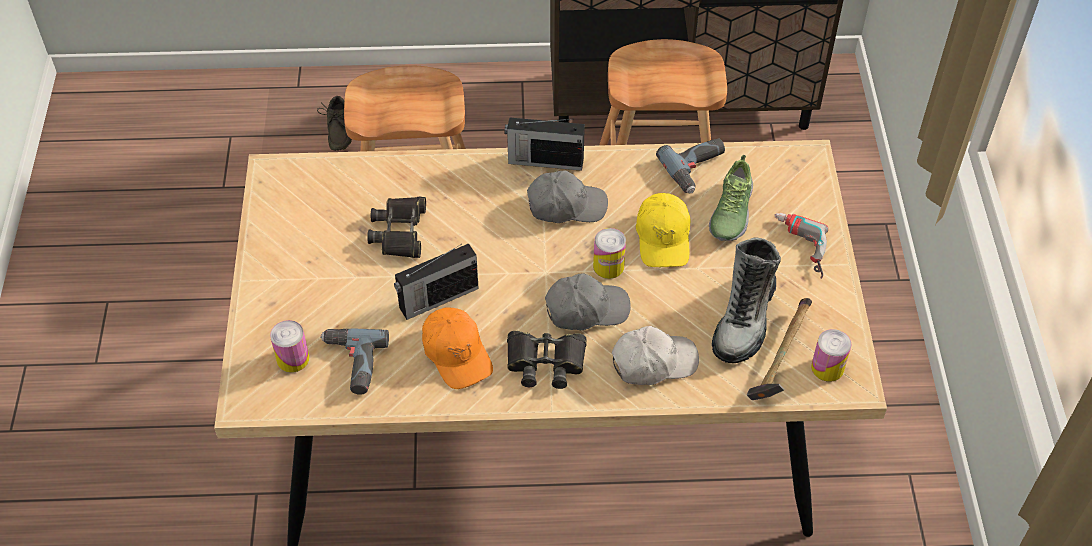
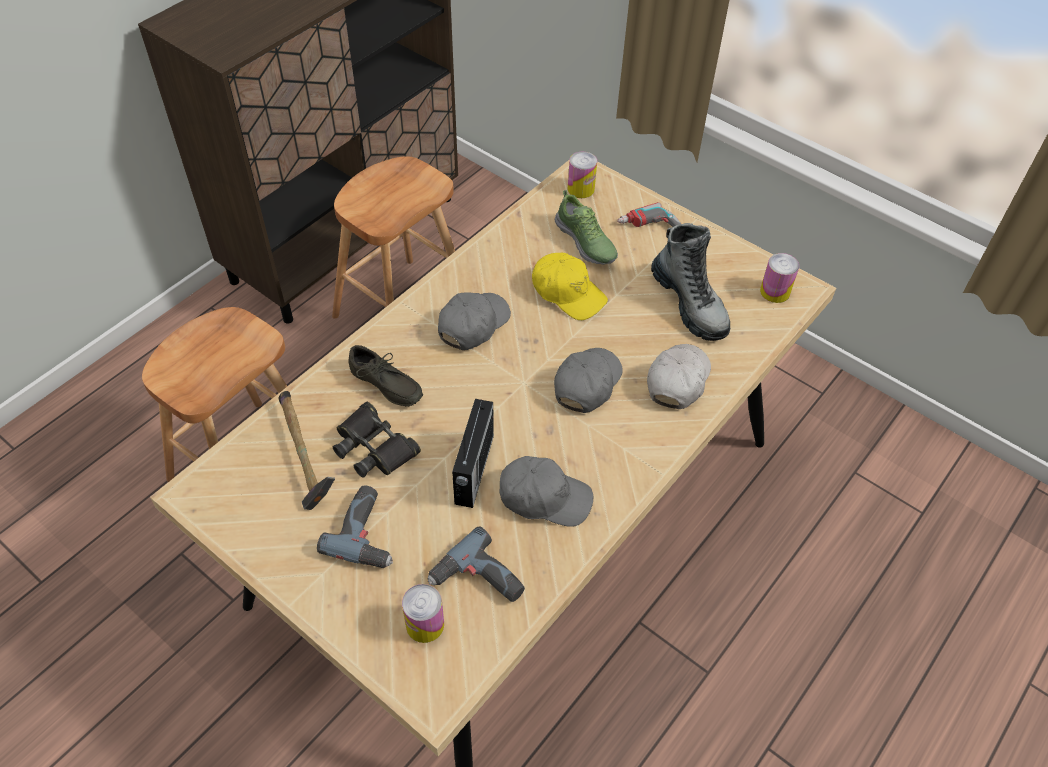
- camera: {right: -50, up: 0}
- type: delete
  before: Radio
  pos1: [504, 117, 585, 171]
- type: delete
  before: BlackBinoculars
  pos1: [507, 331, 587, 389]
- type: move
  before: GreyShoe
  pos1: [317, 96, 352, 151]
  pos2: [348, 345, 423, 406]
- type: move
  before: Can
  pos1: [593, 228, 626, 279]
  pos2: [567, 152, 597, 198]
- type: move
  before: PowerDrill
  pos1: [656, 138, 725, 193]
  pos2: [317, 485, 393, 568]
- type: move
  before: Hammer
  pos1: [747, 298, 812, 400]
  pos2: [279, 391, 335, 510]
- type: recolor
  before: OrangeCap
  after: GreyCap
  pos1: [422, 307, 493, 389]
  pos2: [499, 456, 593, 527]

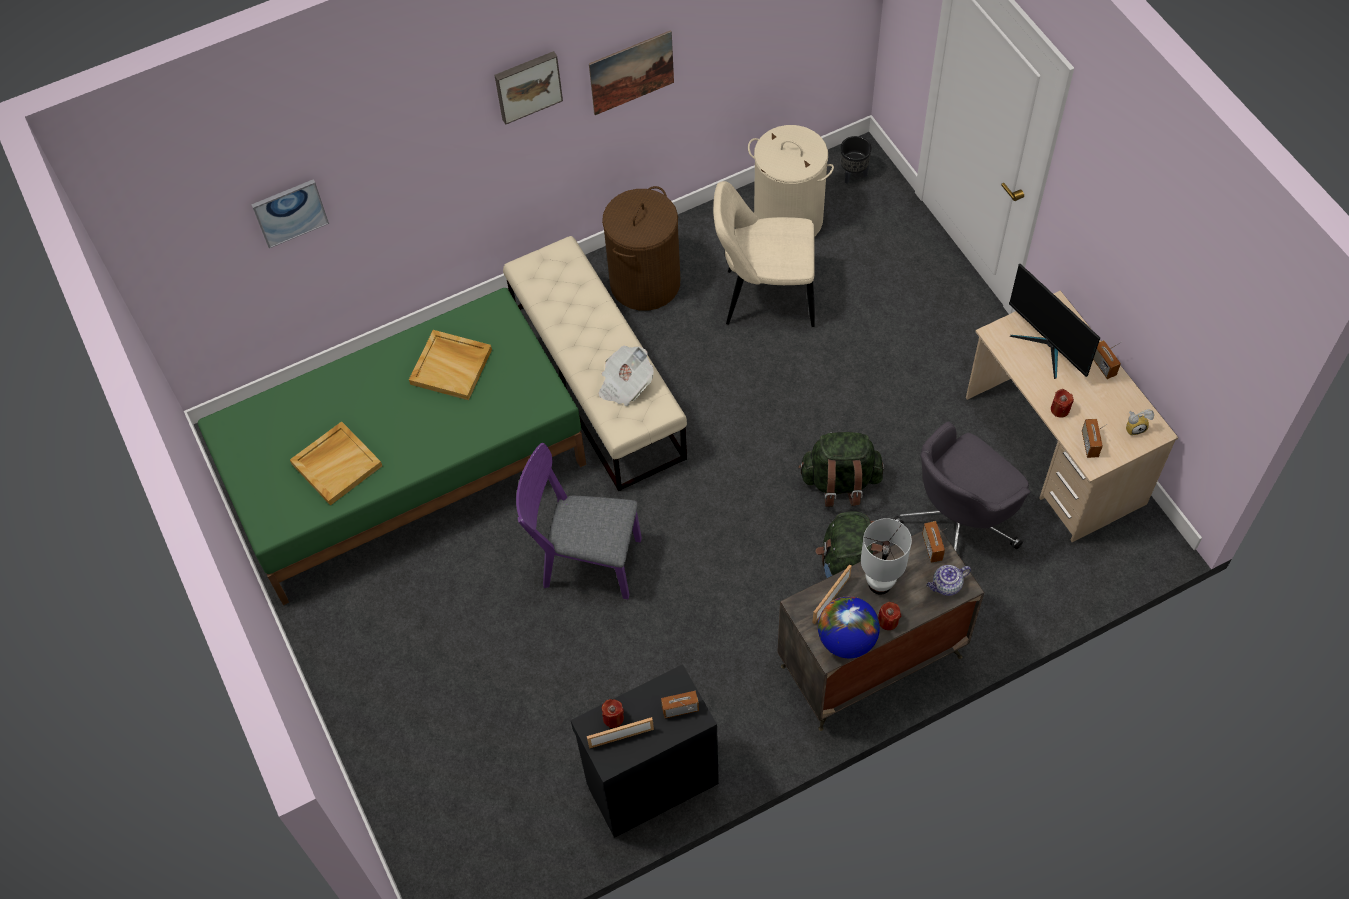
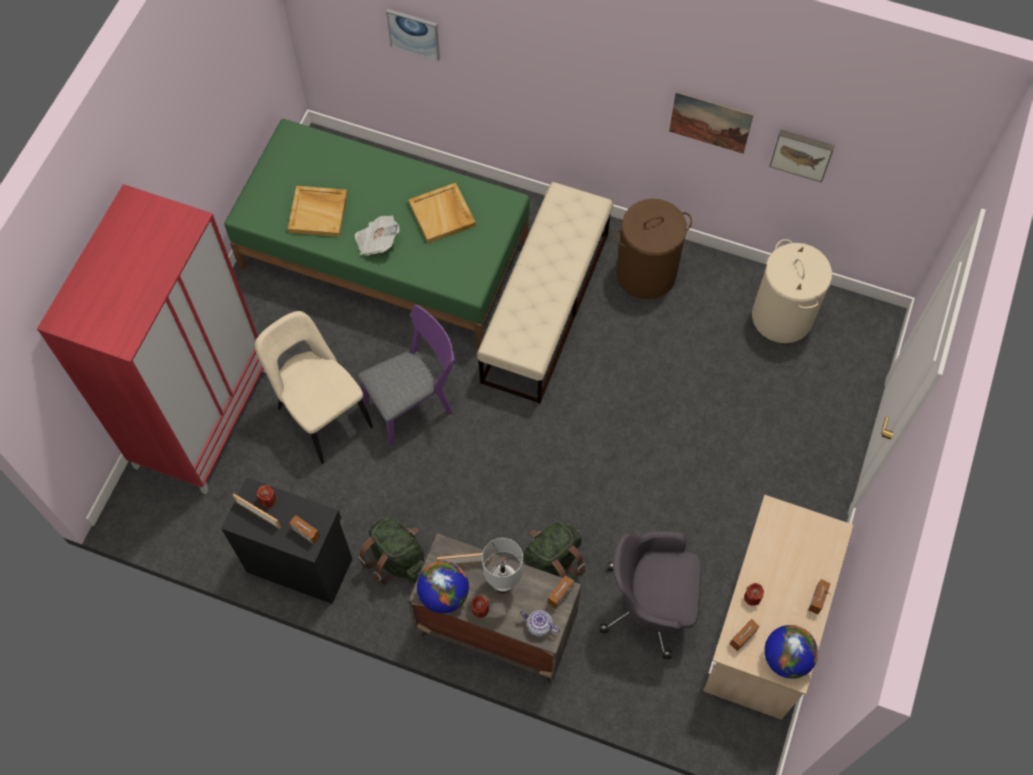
- camera: {right: 45, up: 5}
- type: delete
  before: BlackPlanter
  pos1: [840, 136, 872, 184]
- type: delete
  before: Monitor
  pos1: [1009, 264, 1100, 379]
- type: insert
  after: RedWardrobe
  pos2: [37, 184, 266, 494]
- type: move
  before: Picture
  pos1: [495, 51, 563, 125]
  pos2: [769, 130, 835, 183]
- type: move
  before: Newspaper
  pos1: [598, 346, 654, 406]
  pos2: [355, 215, 399, 255]
- type: move
  before: BeigeChair
  pos1: [713, 181, 815, 327]
  pos2: [255, 311, 373, 464]
- type: move
  before: GreenBackpack
  pos1: [798, 432, 884, 507]
  pos2: [358, 517, 424, 584]
- type: replace
  before: AlarmClock
  after: Globe
  pos1: [1126, 409, 1154, 436]
  pos2: [764, 625, 818, 679]
- type: rotate
  before: PurpleChair
  pos1: [516, 443, 642, 599]
  pos2: [358, 305, 455, 446]
  turn: 90

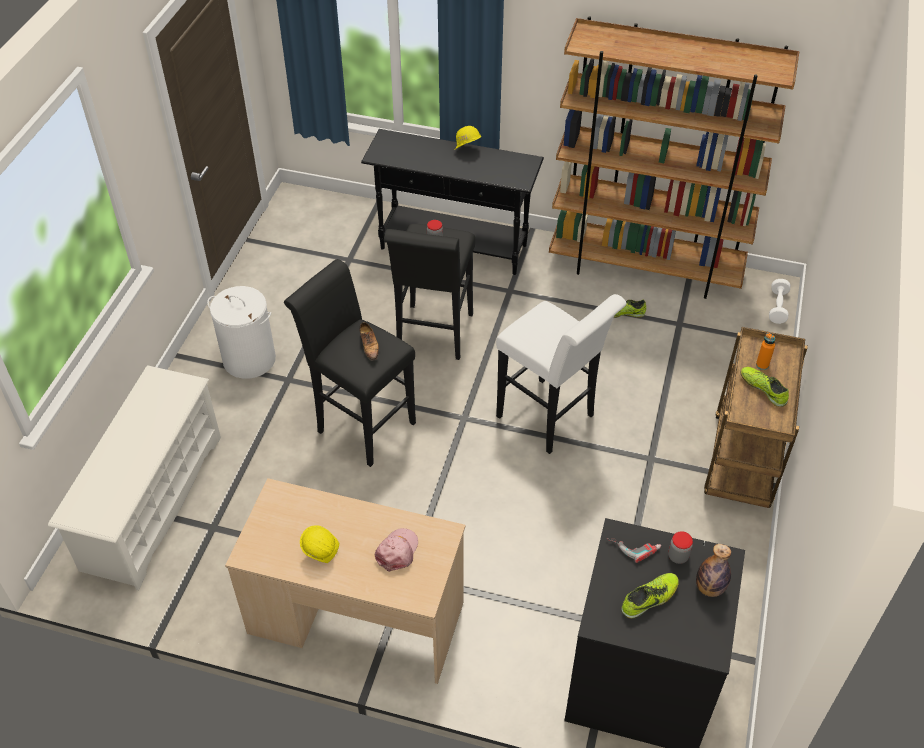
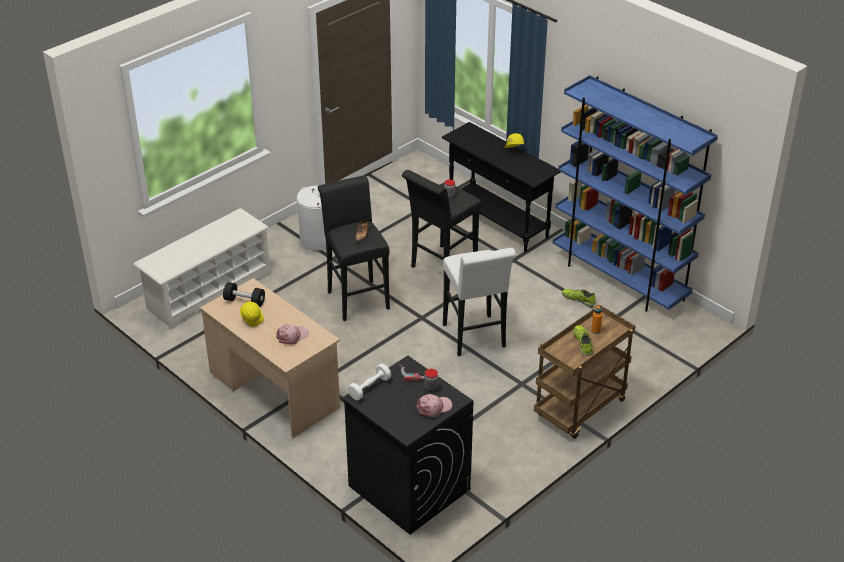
- camera: {right: 30, up: -10}
- type: delete
  before: Shoe
  pos1: [621, 573, 679, 619]
- type: insert
  after: BlackDumbbell
  pos2: [223, 282, 265, 307]
- type: move
  before: WhiteDumbbell
  pos1: [769, 279, 790, 324]
  pos2: [348, 364, 391, 400]
- type: replace
  before: Bottle
  after: PinkCap
  pos1: [696, 544, 731, 597]
  pos2: [417, 394, 452, 417]
- type: recolor
  before: BrownBookcase
  after: BlueBookcase
  pos1: [549, 16, 800, 299]
  pos2: [553, 75, 718, 312]

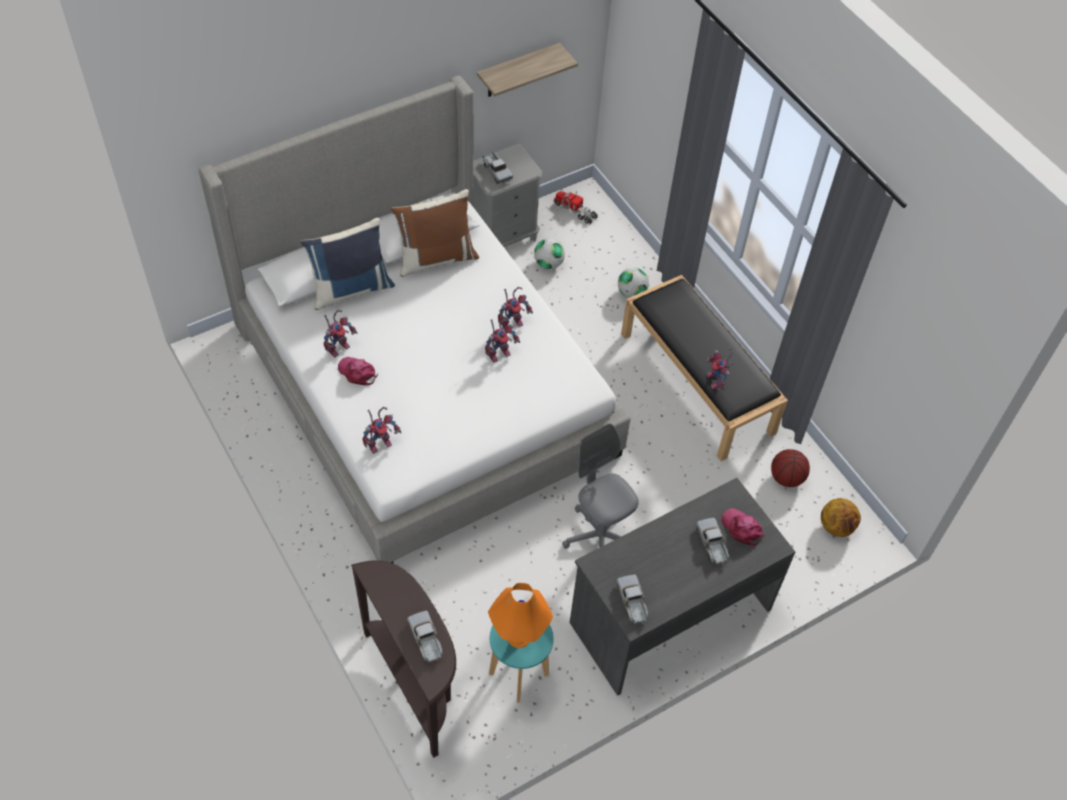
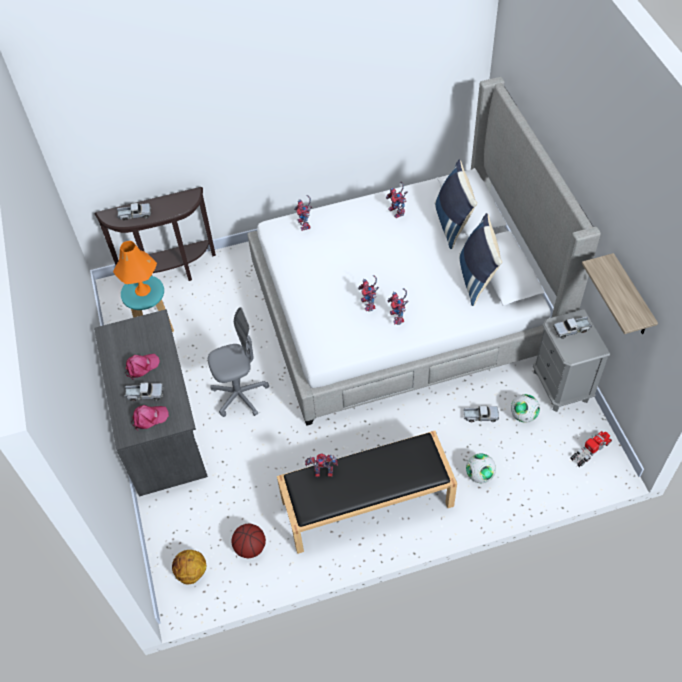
- camera: {right: 110, up: 0}
- type: move
  before: PinkCap
  pos1: [338, 357, 378, 385]
  pos2: [125, 354, 160, 380]
- type: move
  before: ToyTruck
  pos1: [616, 574, 648, 623]
  pos2: [463, 405, 499, 422]
- type: recolor
  before: BrownPillow
  after: BluePillow
  pos1: [391, 189, 479, 277]
  pos2: [459, 213, 502, 306]

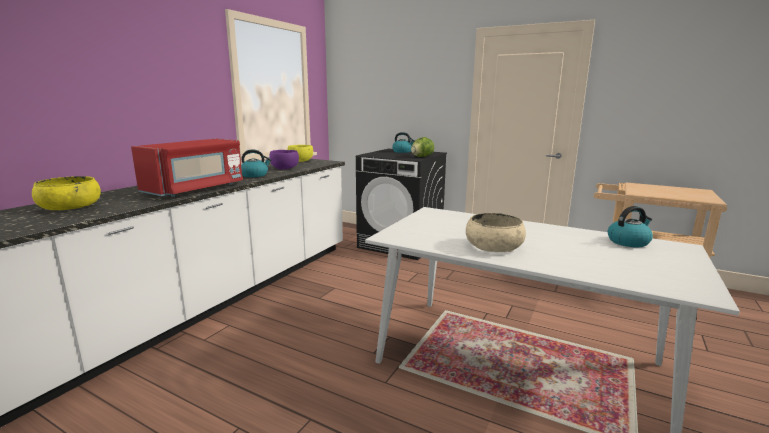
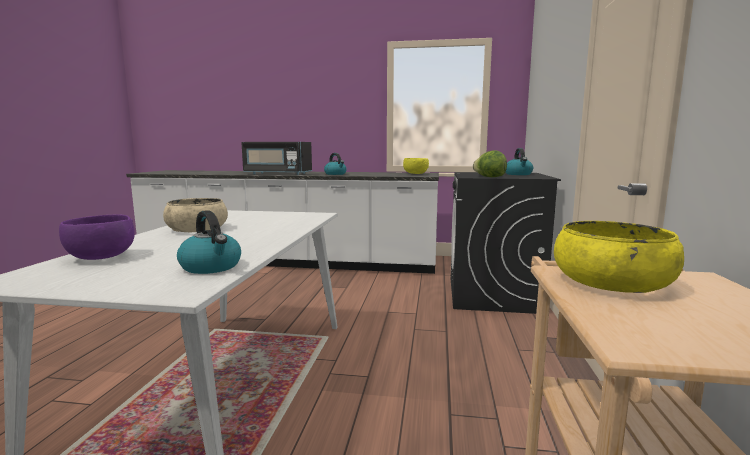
- camera: {right: 70, up: -5}
- type: move
  before: YellowBowl
  pos1: [32, 176, 101, 210]
  pos2: [554, 221, 684, 293]
- type: move
  before: PurpleBowl
  pos1: [269, 150, 299, 170]
  pos2: [59, 214, 135, 260]
- type: recolor
  before: RedMicrowave
  after: BlackMicrowave
  pos1: [131, 139, 243, 197]
  pos2: [241, 142, 312, 175]

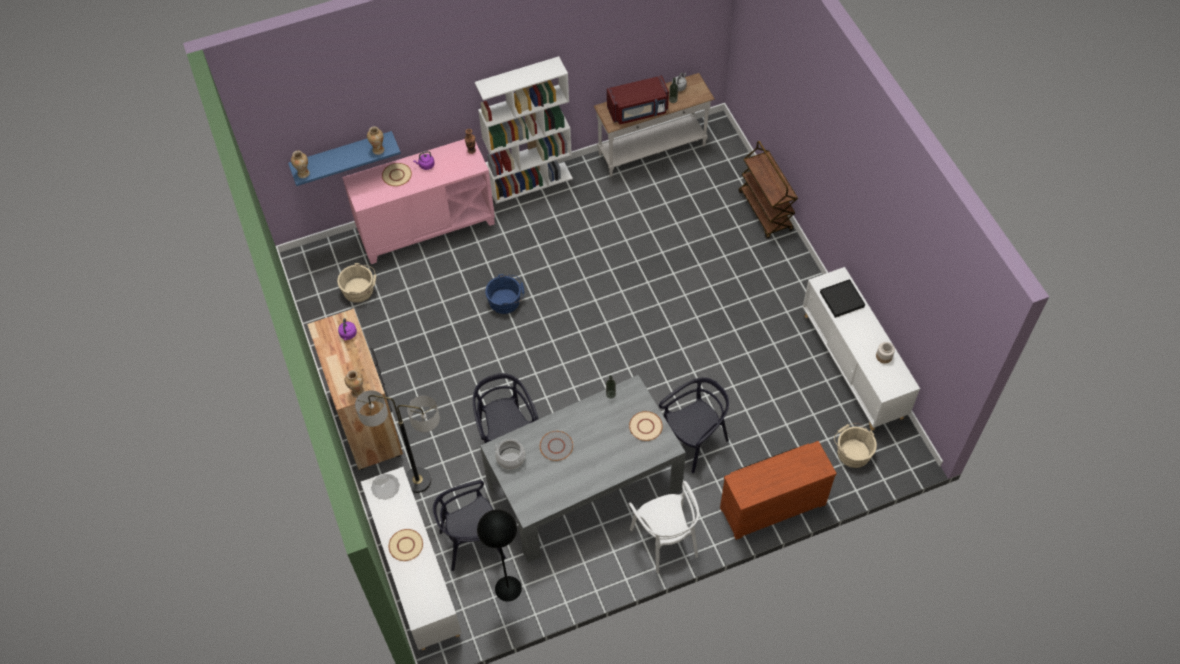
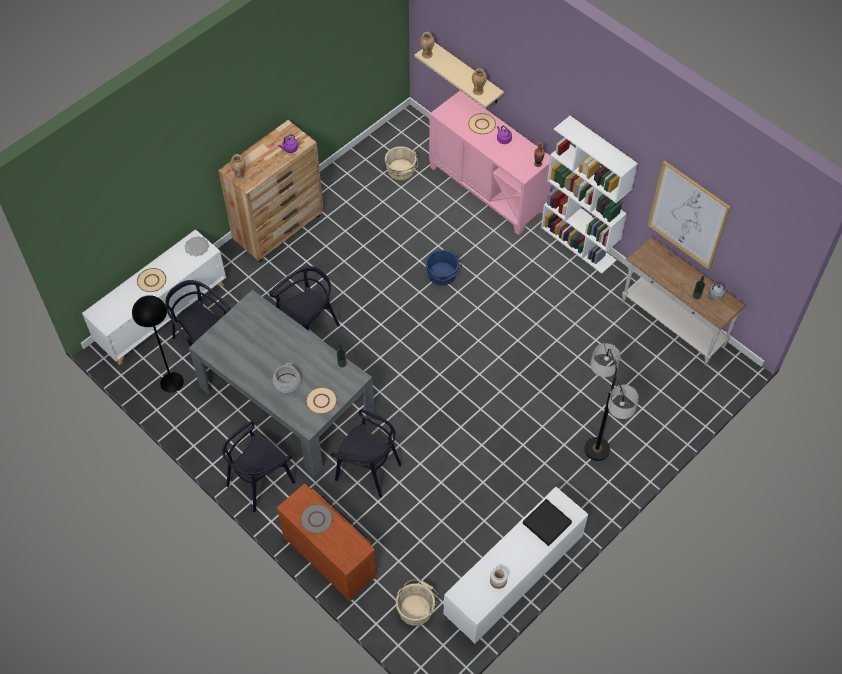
- camera: {right: 65, up: 0}
- type: delete
  before: RedMicrowave
  pos1: [607, 76, 669, 125]
- type: delete
  before: BrownCart
  pos1: [738, 141, 798, 239]
- type: insert
  after: Picture
  pos2: [647, 161, 731, 270]
- type: move
  before: FloorLamp
  pos1: [355, 390, 440, 493]
  pos2: [584, 343, 639, 461]
- type: move
  before: CookingPot
  pos1: [495, 439, 525, 469]
  pos2: [273, 363, 300, 393]
- type: move
  before: GreyPlate
  pos1: [540, 431, 573, 461]
  pos2: [300, 504, 333, 534]
- type: recolor
  before: BlueShelf
  after: BeigeShelf
  pos1: [288, 131, 401, 186]
  pos2: [414, 42, 504, 108]
- type: recolor
  before: WhiteChair
  after: BlackChair
  pos1: [629, 481, 699, 574]
  pos2: [222, 421, 295, 512]

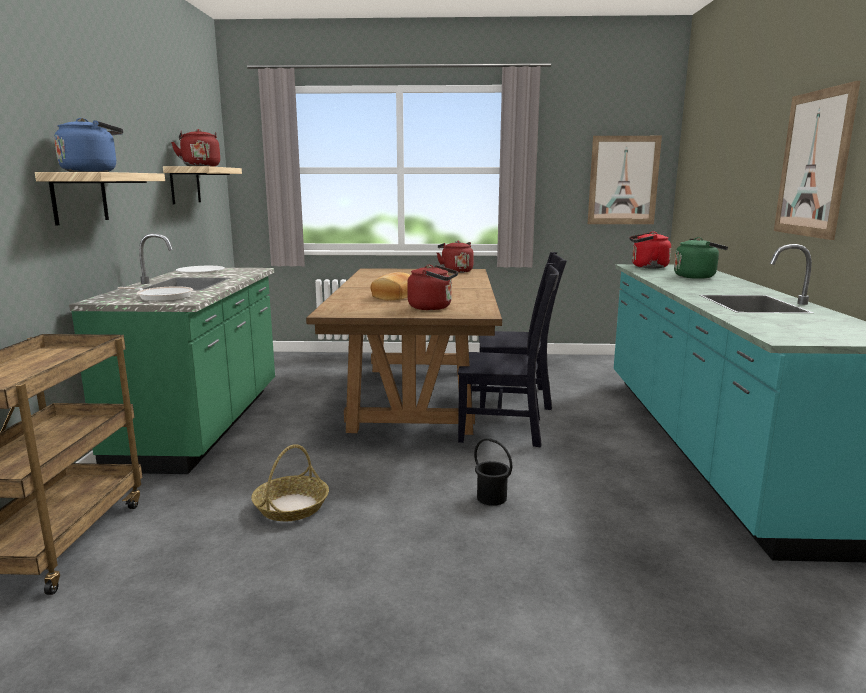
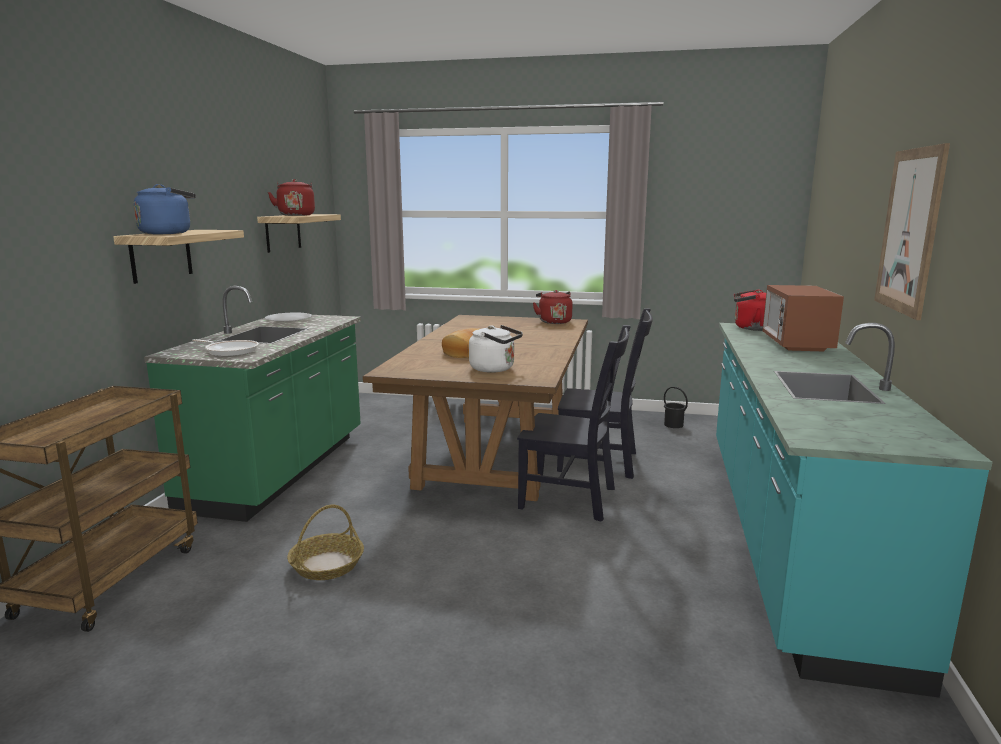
- camera: {right: 10, up: 0}
- type: delete
  before: Picture
  pos1: [588, 136, 662, 224]
- type: move
  before: BlackBucket
  pos1: [474, 438, 512, 506]
  pos2: [664, 387, 688, 428]
- type: replace
  before: GreenKettle
  after: Microwave
  pos1: [674, 237, 728, 279]
  pos2: [762, 285, 844, 351]
- type: recolor
  before: RedKettle
  after: WhiteKettle
  pos1: [407, 265, 458, 310]
  pos2: [469, 325, 523, 373]

